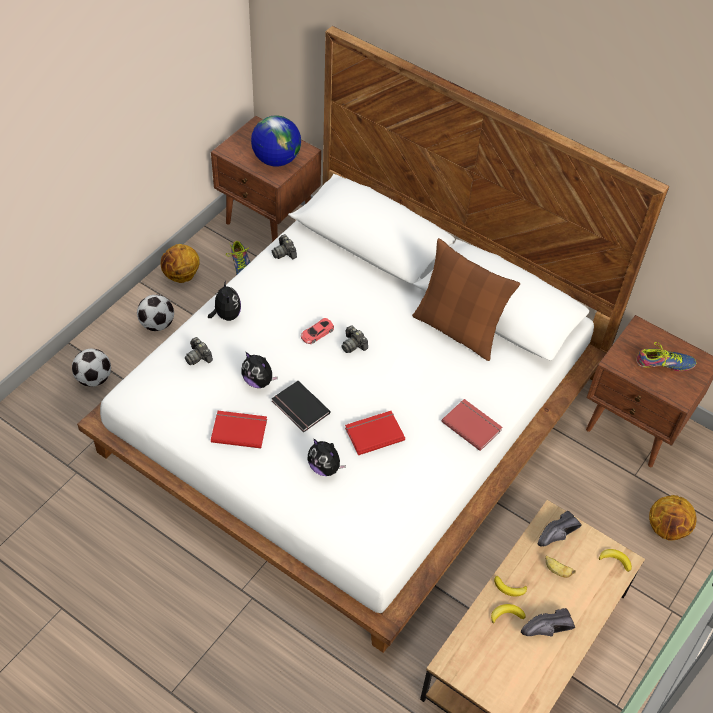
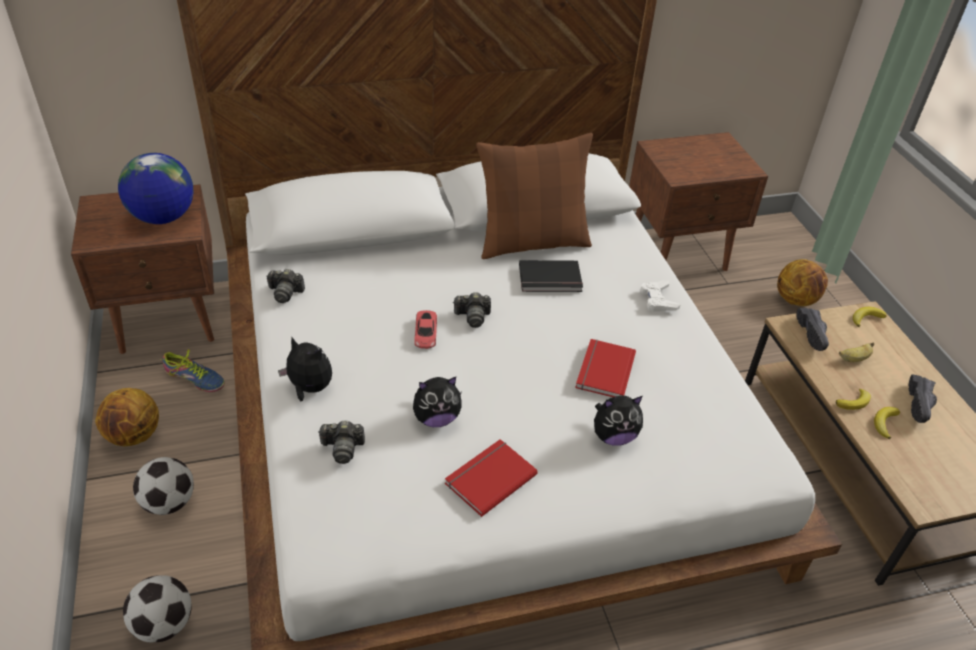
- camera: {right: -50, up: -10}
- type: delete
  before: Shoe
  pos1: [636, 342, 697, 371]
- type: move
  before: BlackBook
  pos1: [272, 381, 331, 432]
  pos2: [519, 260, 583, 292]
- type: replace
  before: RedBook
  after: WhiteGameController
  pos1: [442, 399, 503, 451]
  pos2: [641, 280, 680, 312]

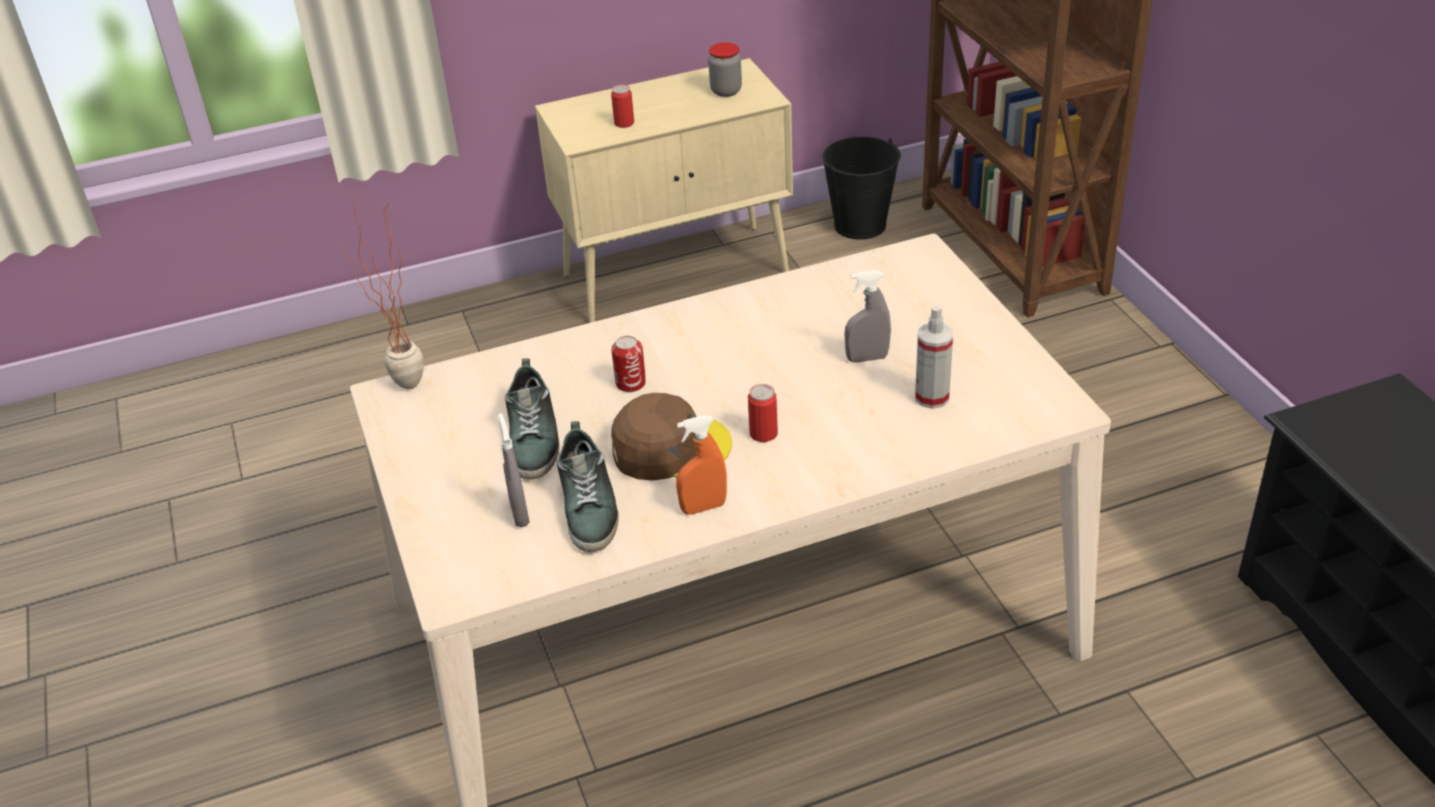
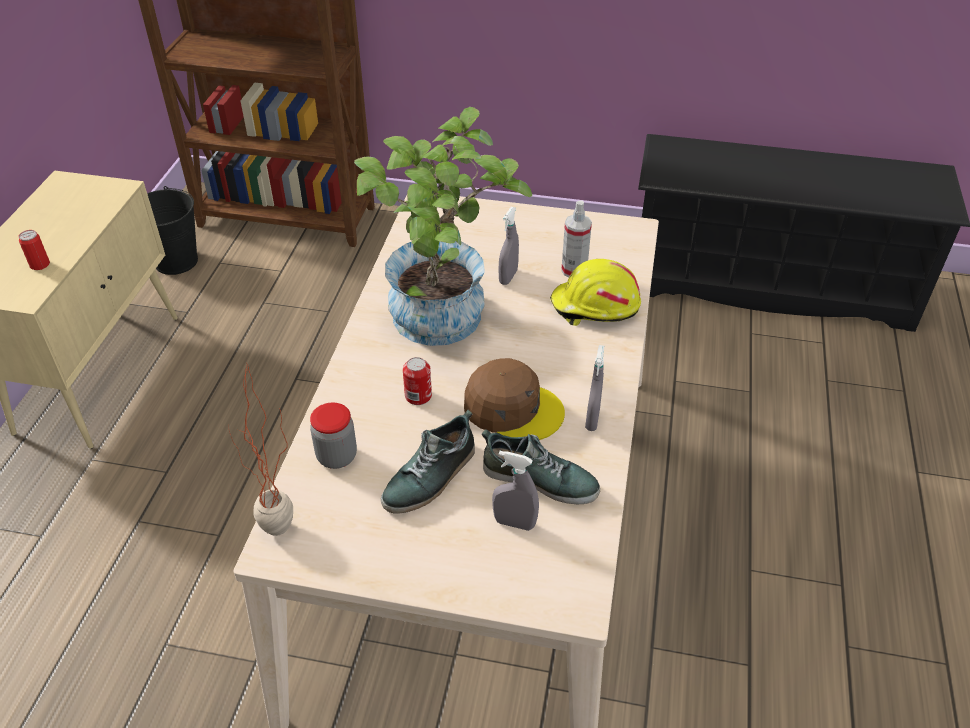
- camera: {right: -60, up: 5}
- type: delete
  before: Can
  pos1: [748, 384, 778, 442]
- type: insert
  after: PottedPlant
  pos2: [354, 107, 532, 346]
- type: insert
  after: YellowHardHat
  pos2: [550, 259, 641, 326]
- type: move
  before: Jar
  pos1: [708, 42, 742, 97]
  pos2: [310, 403, 357, 469]
- type: recolor
  before: OrangeSprayBottle
  after: GreySprayBottle
  pos1: [676, 415, 727, 515]
  pos2: [585, 345, 604, 431]
- type: rotate
  before: Shoe
  pos1: [504, 358, 559, 480]
  pos2: [381, 410, 475, 514]
  turn: 105
- type: rotate
  before: BrownCap
  pos1: [611, 393, 732, 481]
  pos2: [464, 358, 565, 440]
  turn: 90

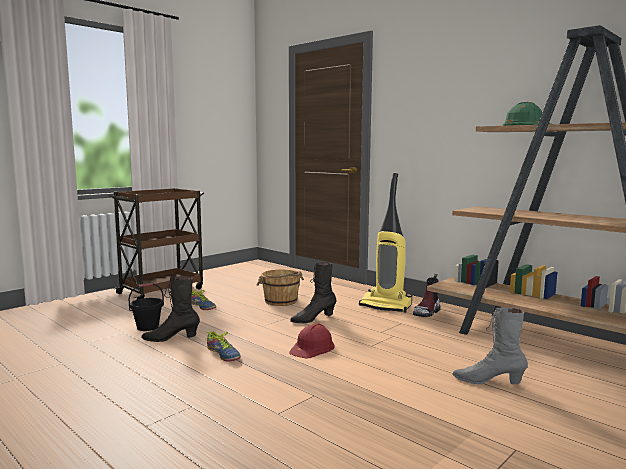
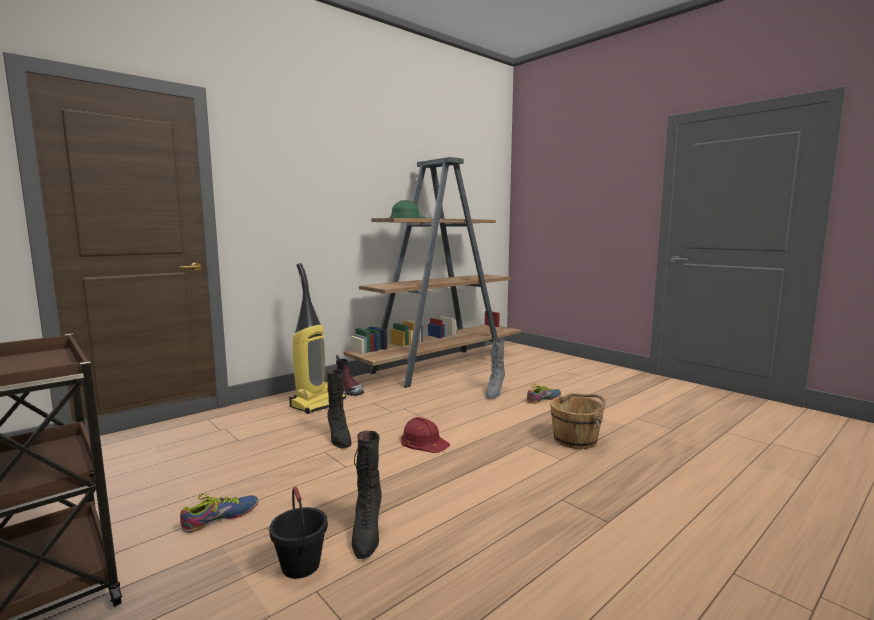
- camera: {right: -85, up: 0}
- type: move
  before: Shoe
  pos1: [205, 331, 241, 361]
  pos2: [527, 384, 561, 404]
- type: move
  before: BrownBucket
  pos1: [257, 269, 304, 306]
  pos2: [550, 393, 606, 449]

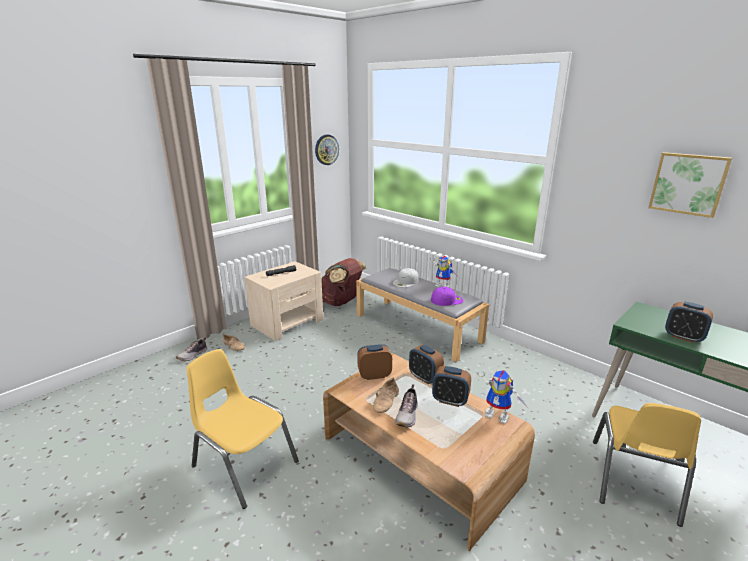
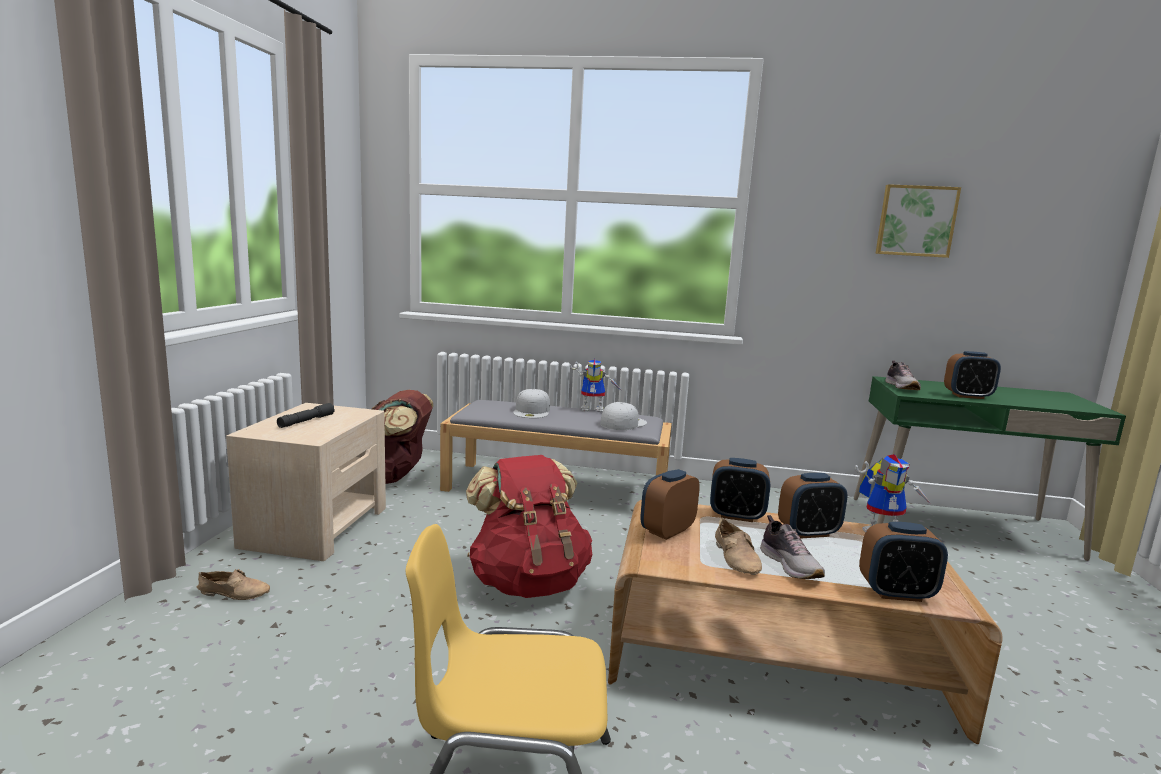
- camera: {right: -35, up: -10}
- type: delete
  before: WallClock
  pos1: [315, 135, 339, 165]
- type: delete
  before: YellowChair
  pos1: [593, 403, 701, 527]
- type: insert
  after: RedBackpack
  pos2: [466, 455, 592, 598]
- type: insert
  after: AlarmClock
  pos2: [859, 522, 948, 602]
- type: move
  before: Shoe
  pos1: [176, 337, 207, 361]
  pos2: [885, 361, 921, 390]
- type: recolor
  before: PurpleCap
  after: WhiteCap
  pos1: [431, 287, 463, 306]
  pos2: [600, 402, 647, 430]

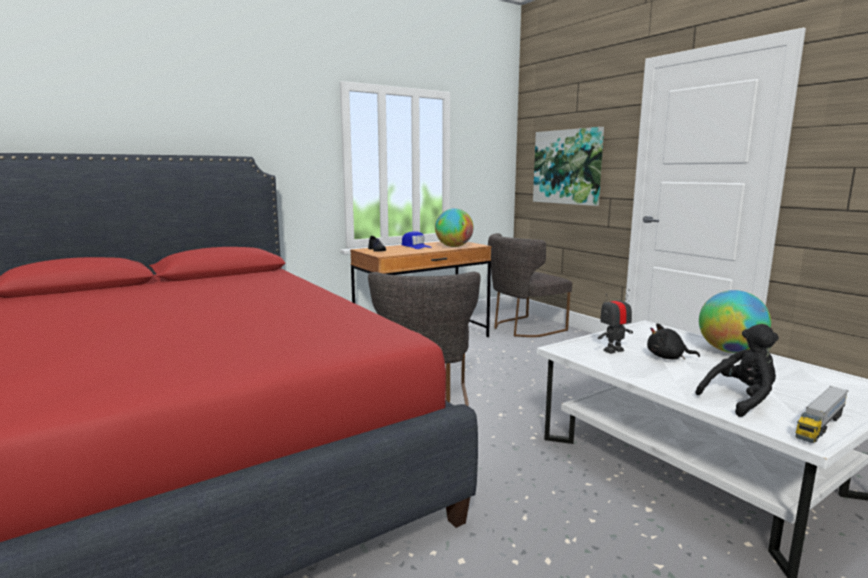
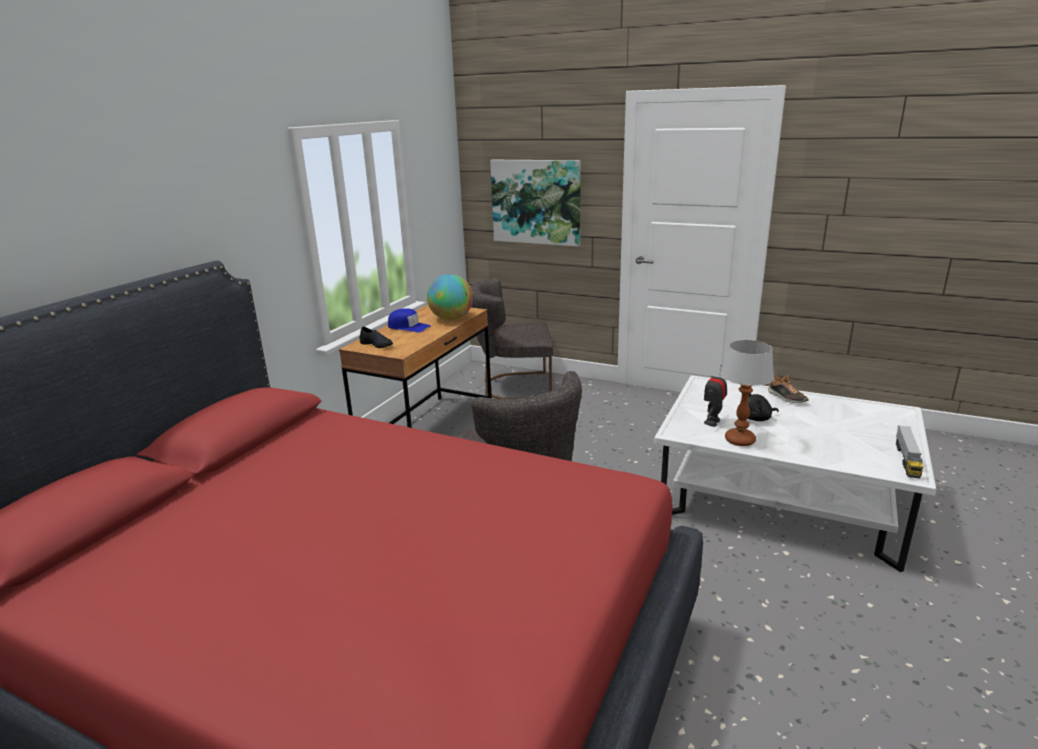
- camera: {right: -30, up: 10}
- type: delete
  before: BlackPlushToy
  pos1: [695, 324, 779, 417]
- type: insert
  after: TableLamp
  pos2: [721, 340, 774, 446]
- type: replace
  before: Globe
  after: Shoe
  pos1: [699, 290, 771, 353]
  pos2: [768, 375, 808, 403]
- type: rotate
  before: GreyChair
  pos1: [488, 233, 572, 337]
  pos2: [471, 278, 553, 399]
  turn: 60

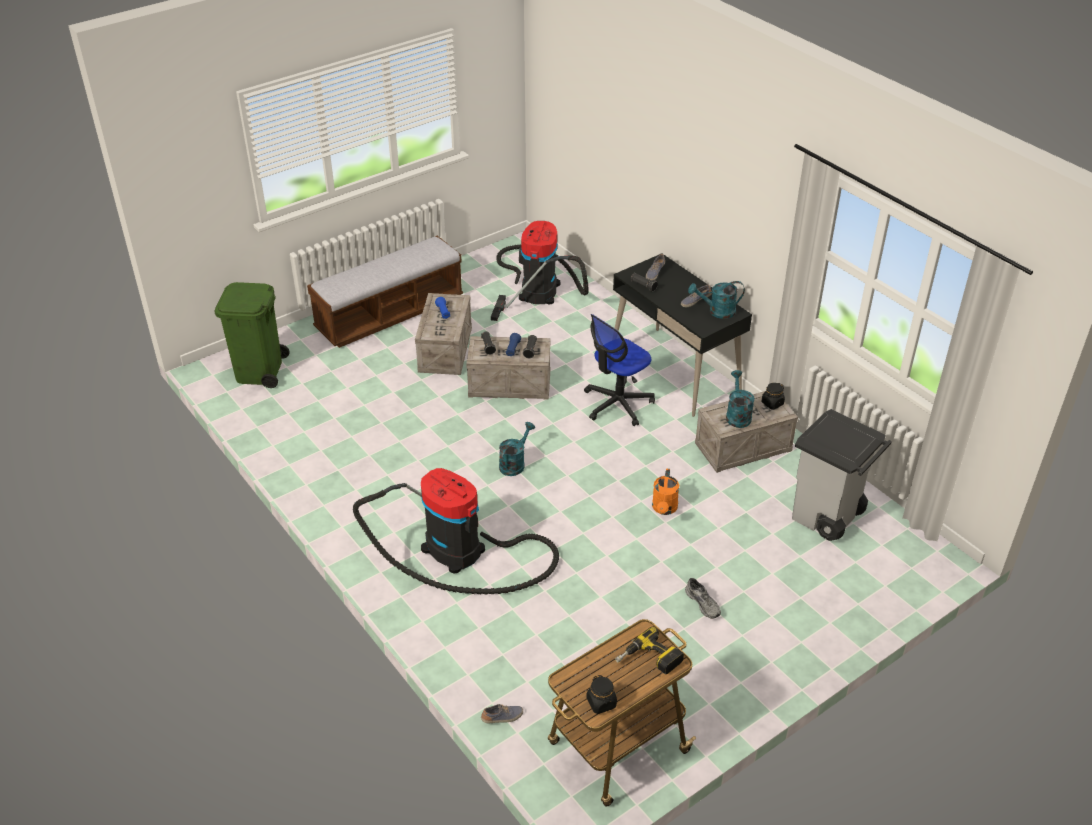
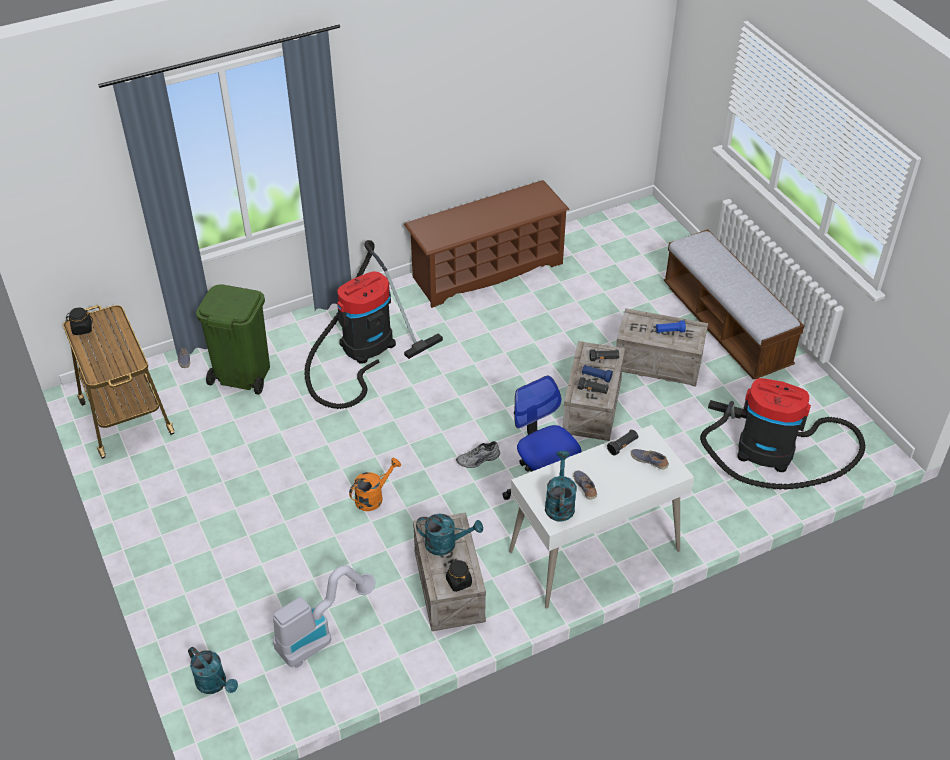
- camera: {right: 100, up: 5}
- type: delete
  before: PowerDrill
  pos1: [615, 627, 684, 674]
- type: insert
  after: BrownShoeRack
  pos2: [404, 180, 570, 308]
- type: move
  before: GreenTrashCan
  pos1: [215, 282, 290, 388]
  pos2: [196, 284, 270, 395]
- type: move
  before: TurquoiseWateringCan
  pos1: [499, 422, 535, 476]
  pos2: [188, 647, 238, 694]
- type: move
  before: GreyShoe
  pos1: [685, 578, 721, 619]
  pos2: [456, 441, 500, 468]
- type: replace
  before: GreyTrashCan
  after: VacuumCleaner
  pos1: [792, 409, 892, 541]
  pos2: [273, 565, 375, 668]
- type: recolor
  before: BlackDesk
  after: WhiteDesk
  pos1: [613, 253, 752, 417]
  pos2: [509, 425, 694, 609]
- type: rotate
  before: OrangeWateringCan
  pos1: [652, 468, 679, 515]
  pos2: [349, 458, 401, 511]
  turn: 120

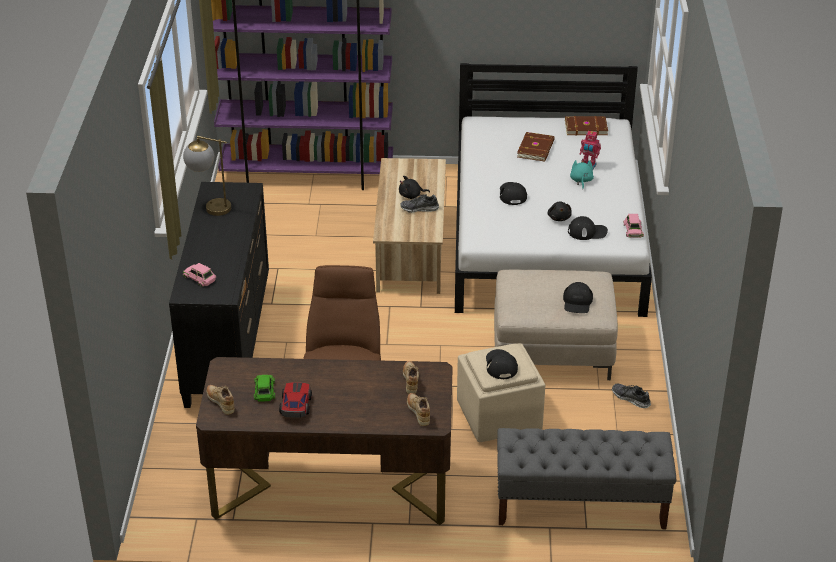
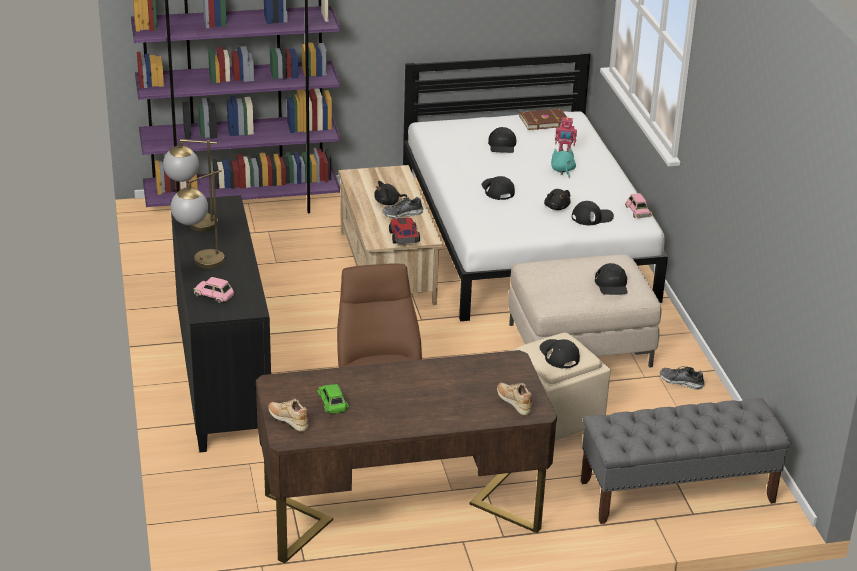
- camera: {right: -15, up: -5}
- type: delete
  before: BeigeShoe
  pos1: [403, 361, 419, 394]
- type: insert
  after: TableLamp
  pos2: [171, 170, 224, 269]
- type: move
  before: ToyCar
  pos1: [279, 382, 312, 418]
  pos2: [389, 218, 420, 244]
- type: replace
  before: BrownBook
  after: BlackCap
  pos1: [517, 132, 554, 162]
  pos2: [488, 127, 517, 153]

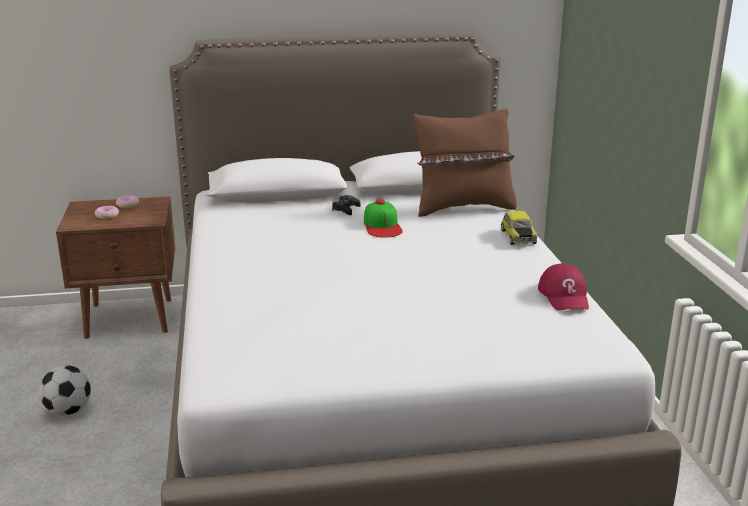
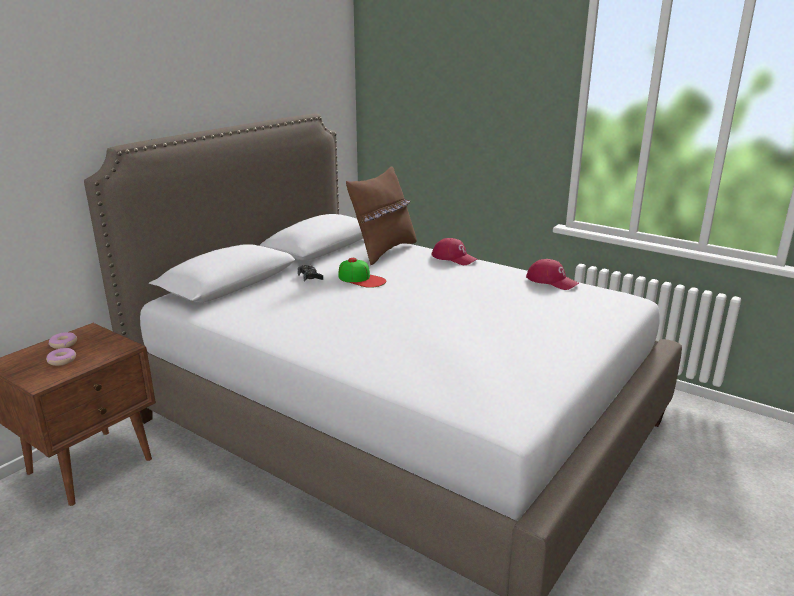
- camera: {right: -45, up: 0}
- type: delete
  before: Football
  pos1: [39, 365, 91, 416]
- type: replace
  before: ToyCar
  after: RedCap
  pos1: [501, 211, 538, 245]
  pos2: [431, 238, 478, 265]

